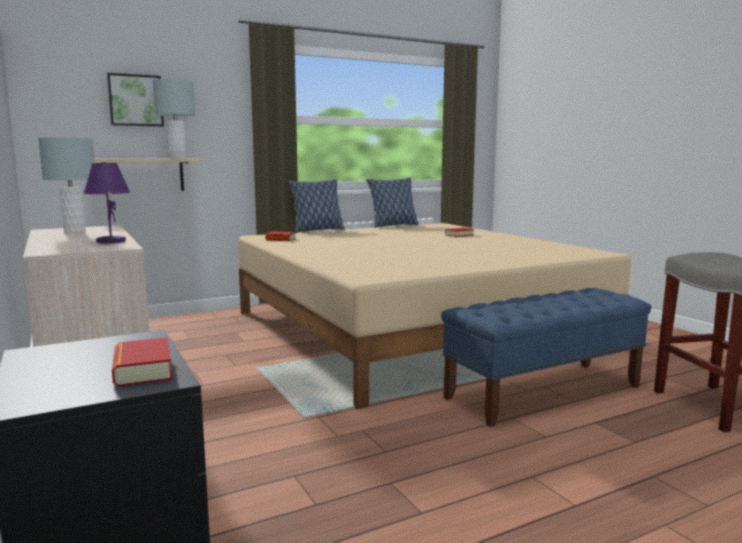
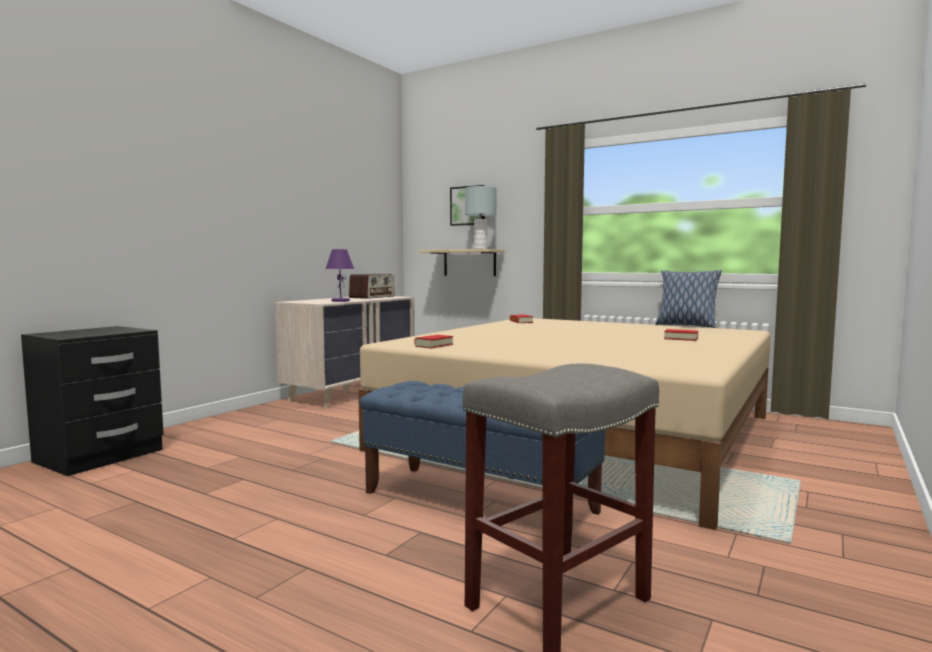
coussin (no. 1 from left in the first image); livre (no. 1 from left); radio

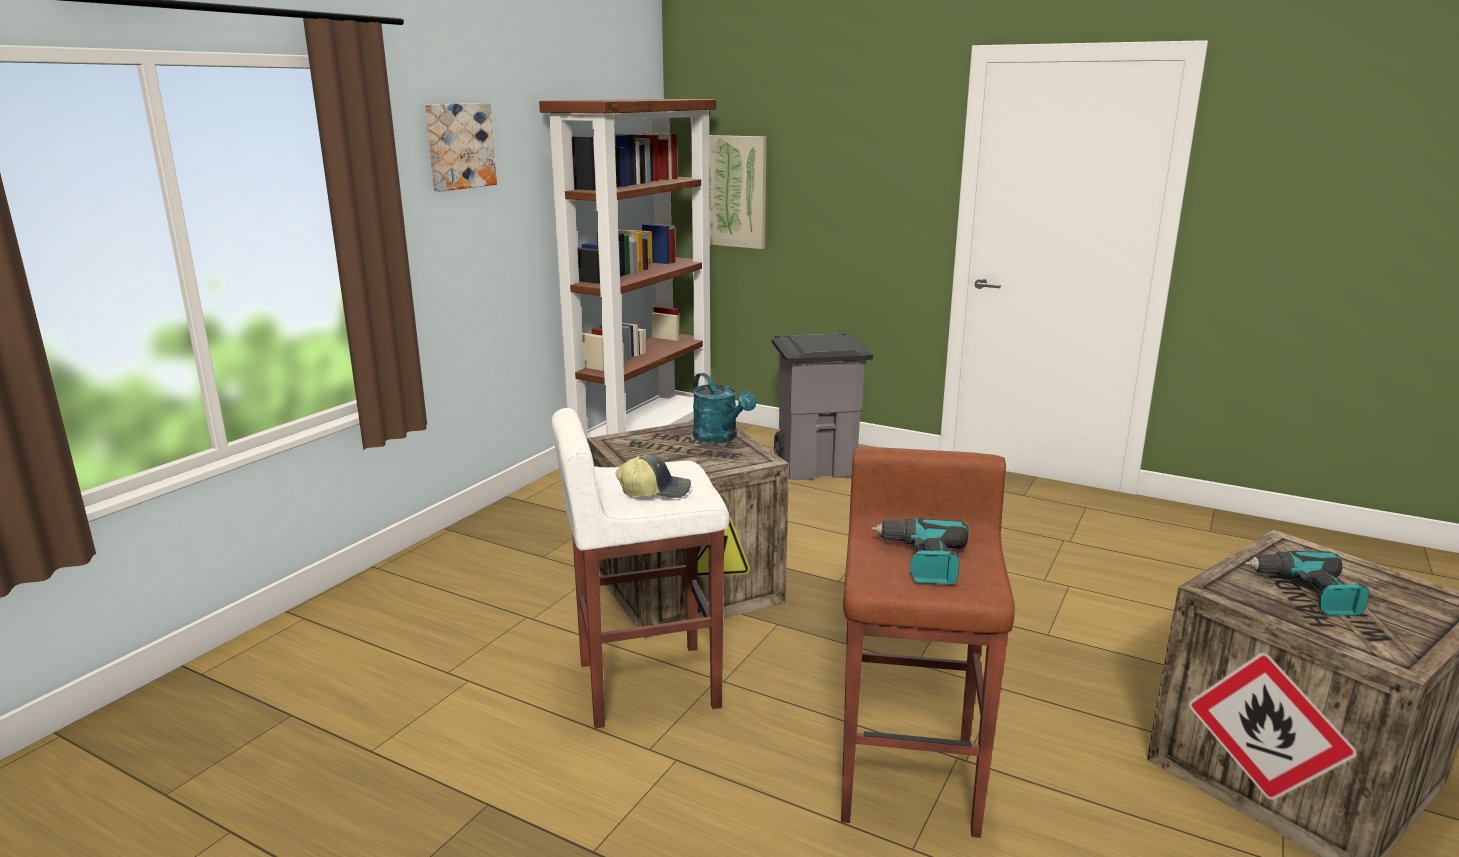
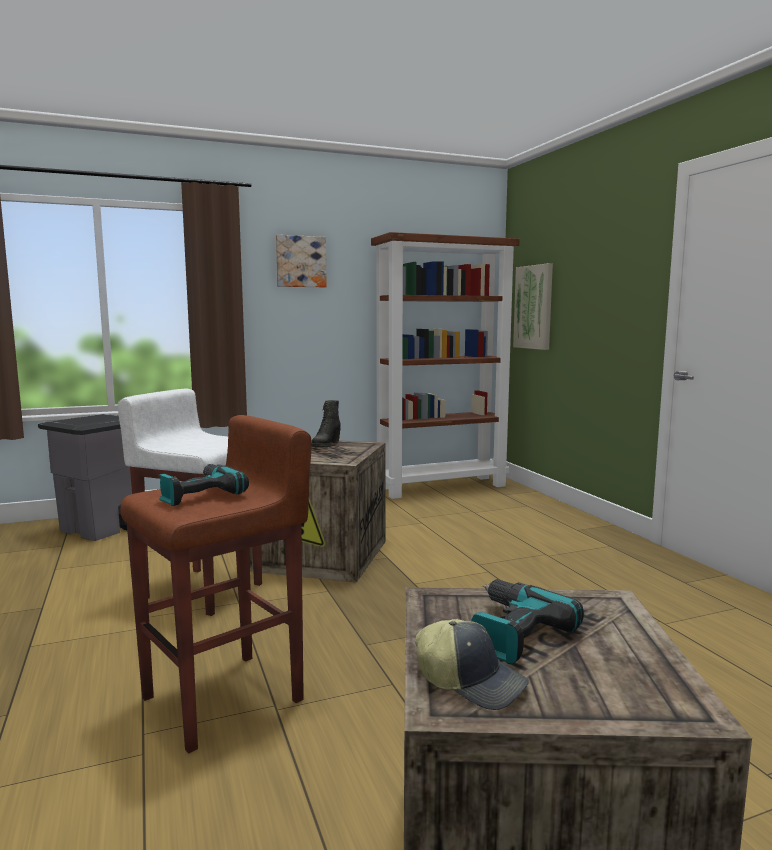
arrosoir (turquoise); botte (noir); casquette; poubelle (gris)

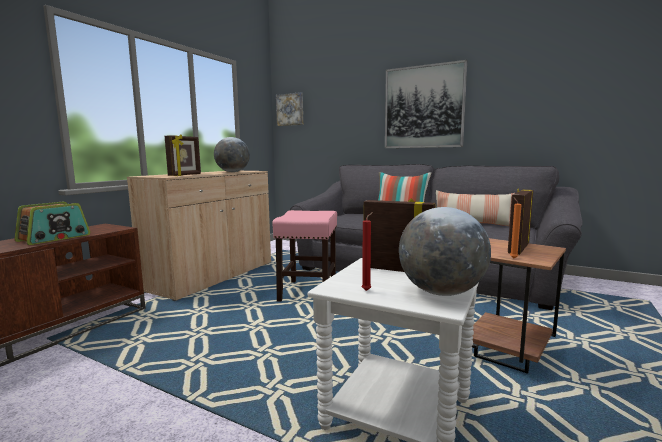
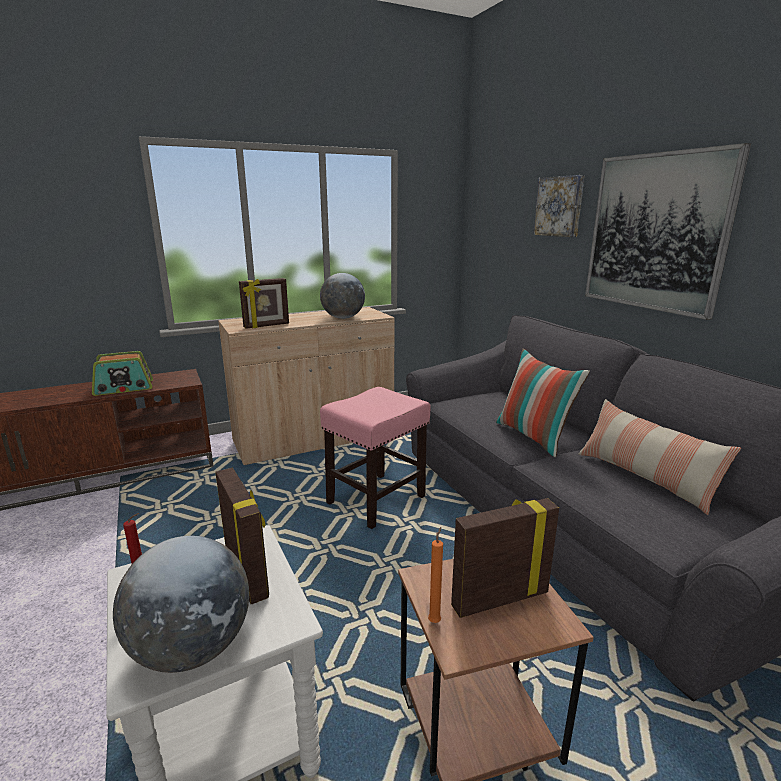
tableau (no. 1 from left)

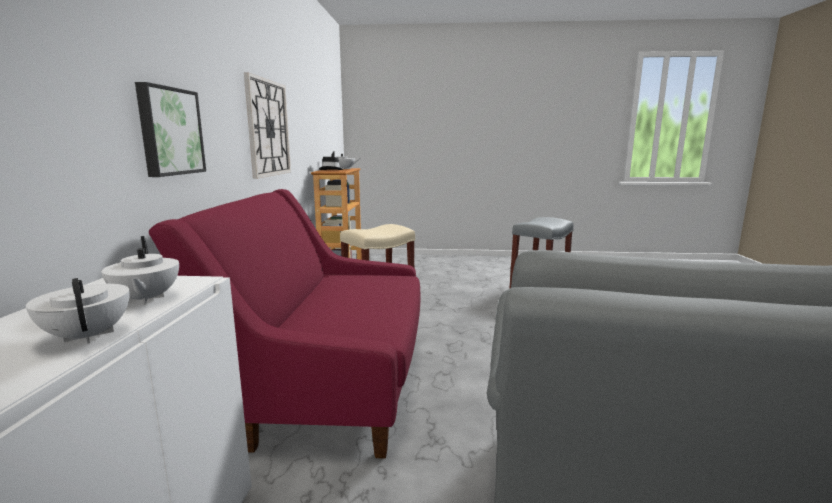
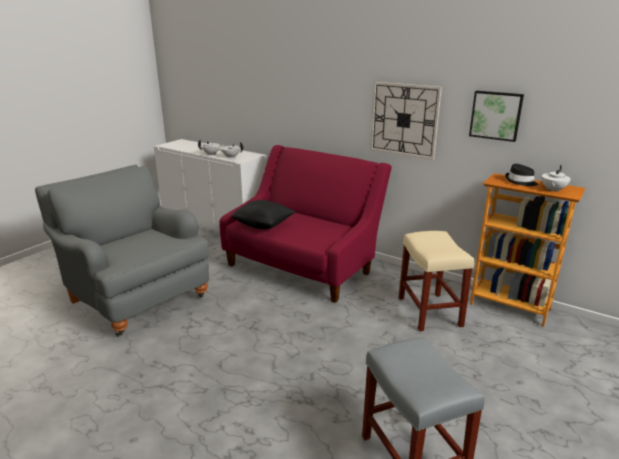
coussin (noir); tableau

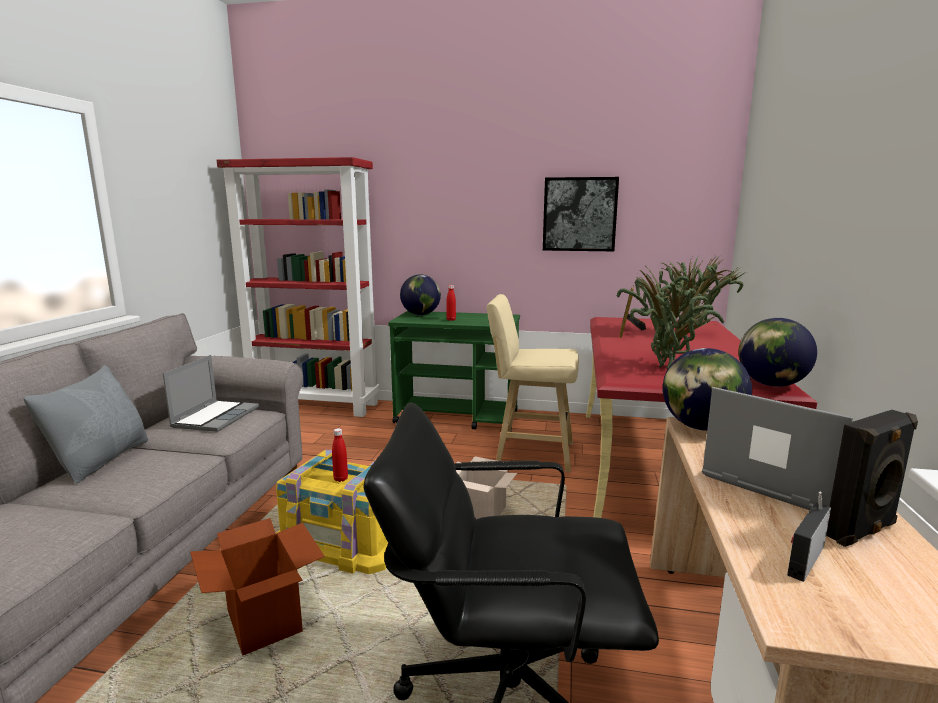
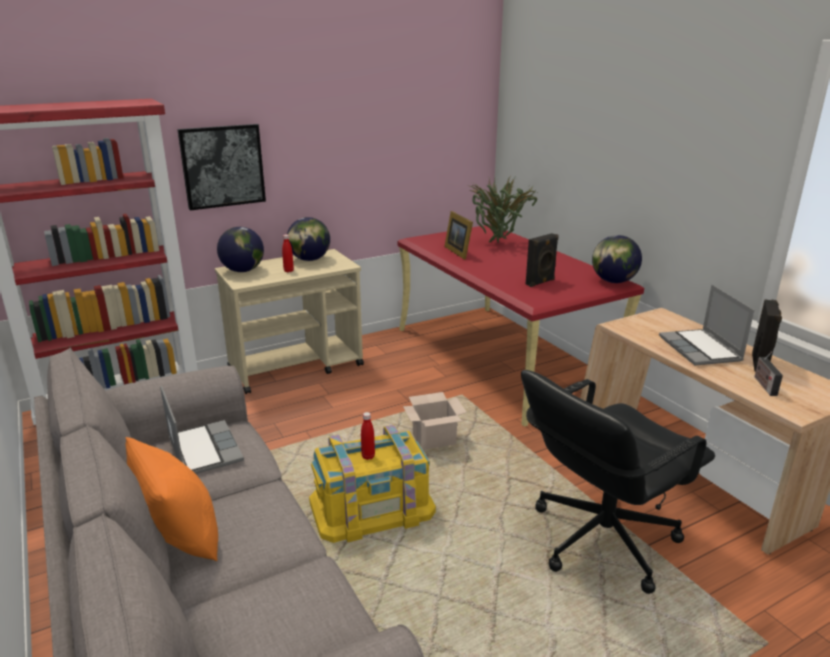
carton (no. 1 from left in the first image); tabouret (beige); tableau; globe (no. 2 from left); enceinte (noir) (no. 1 from left); coussin (orange); chariot (beige); ordinateur portable (no. 2 from left)

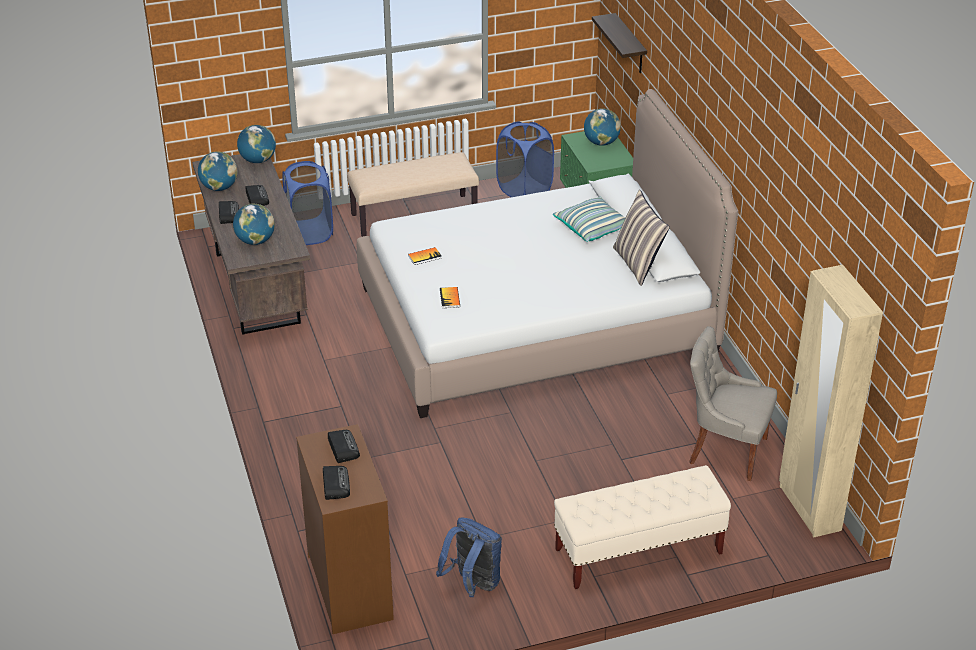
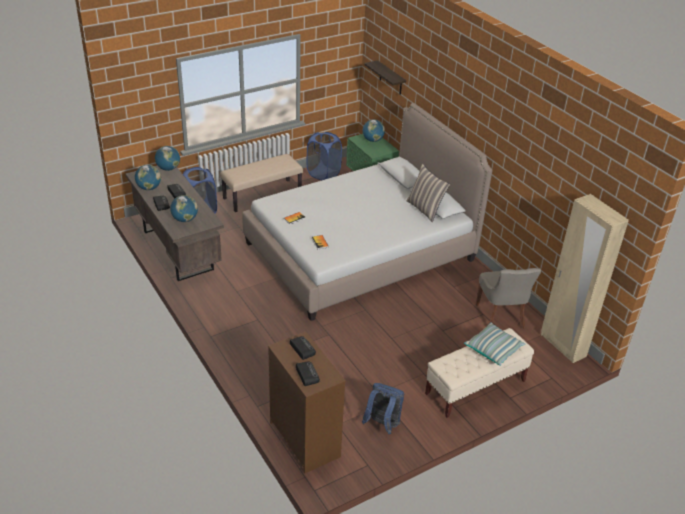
coussin (no. 2 from left); chaise (gris)

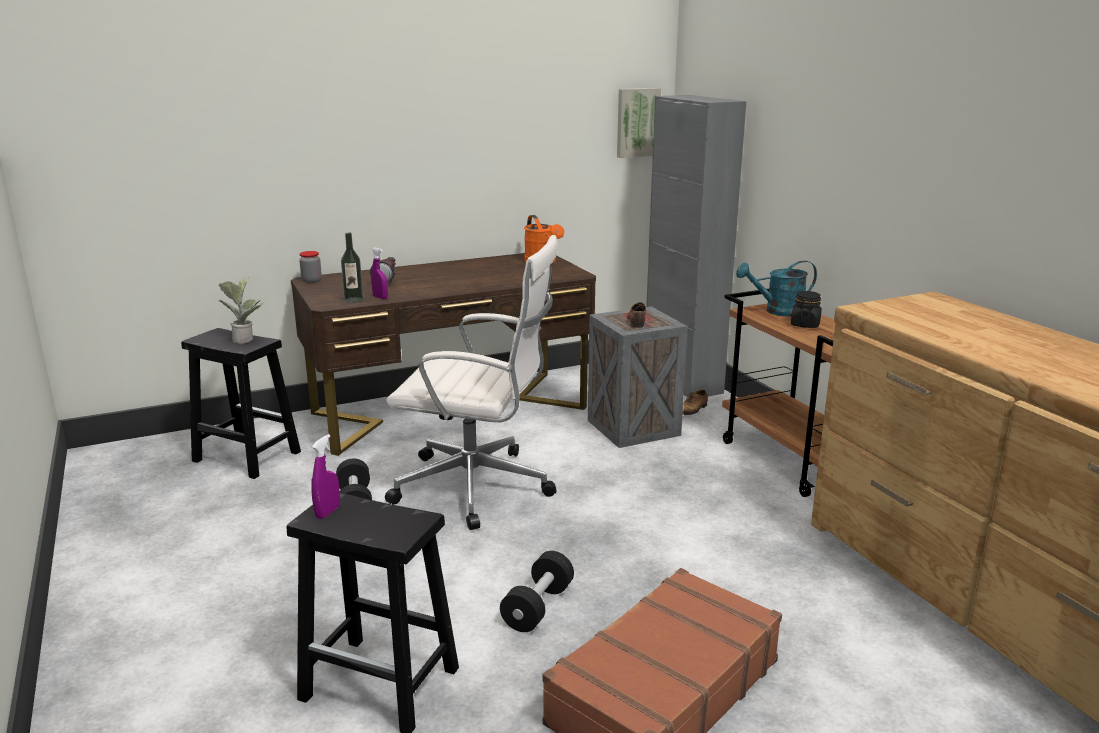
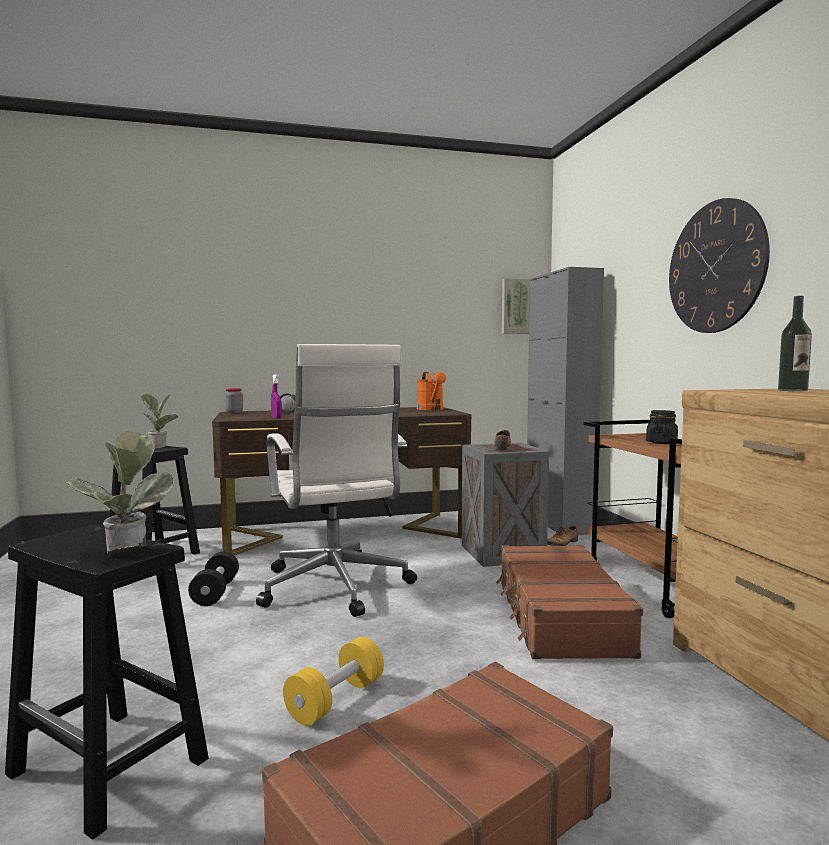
vaporisateur (violet) (no. 1 from left in the first image); arrosoir (turquoise); plante en pot (no. 1 from left); valise (marron) (no. 2 from left); horloge murale; bouteille; haltère (jaune); chaise de bureau (blanc)

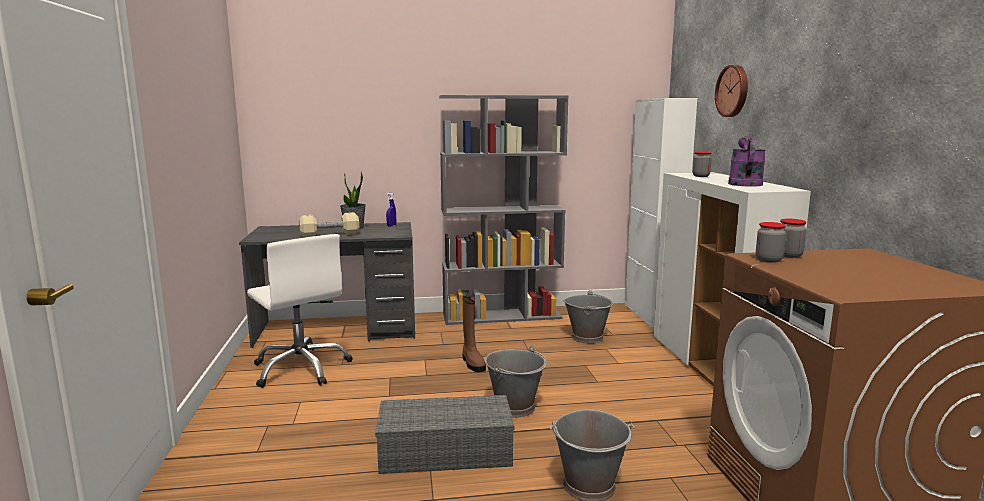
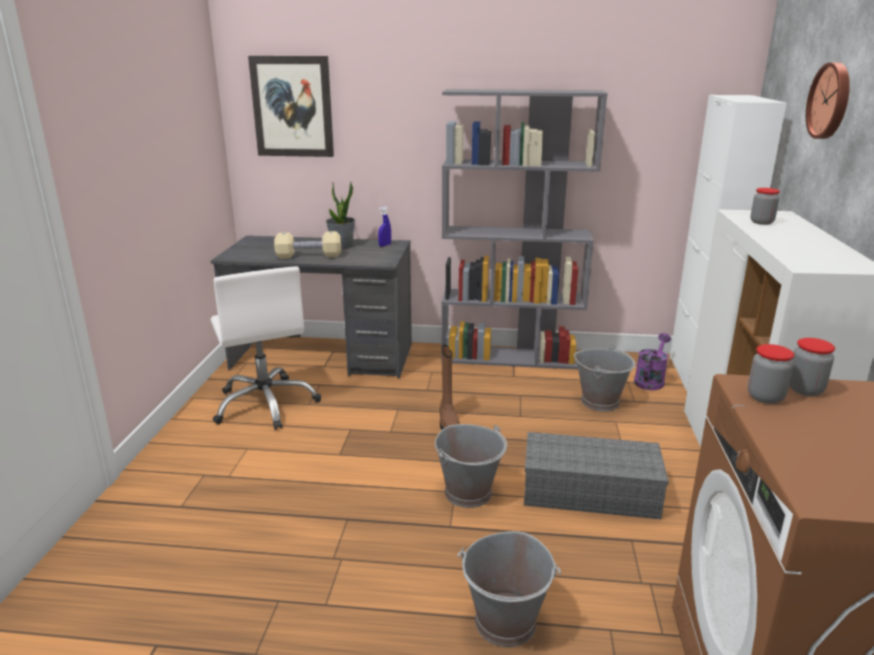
tableau; boîte de rangement (gris); arrosoir (violet)

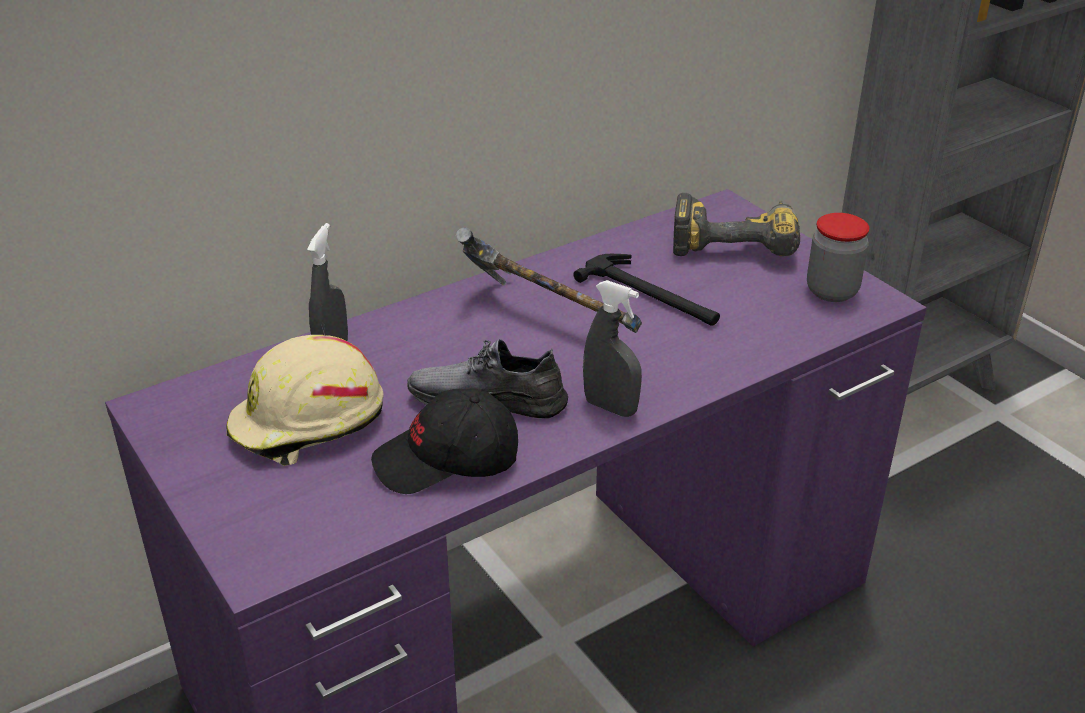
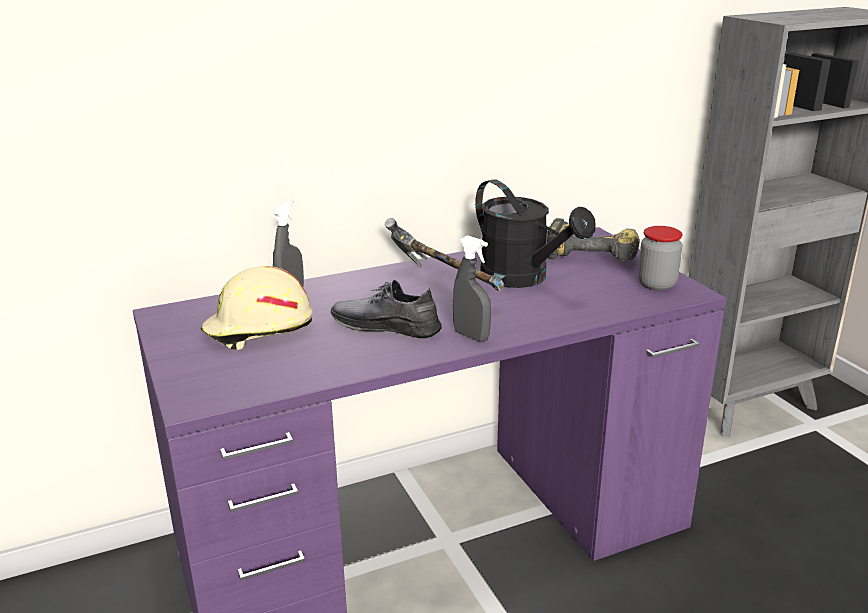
casquette (noir); arrosoir (noir)

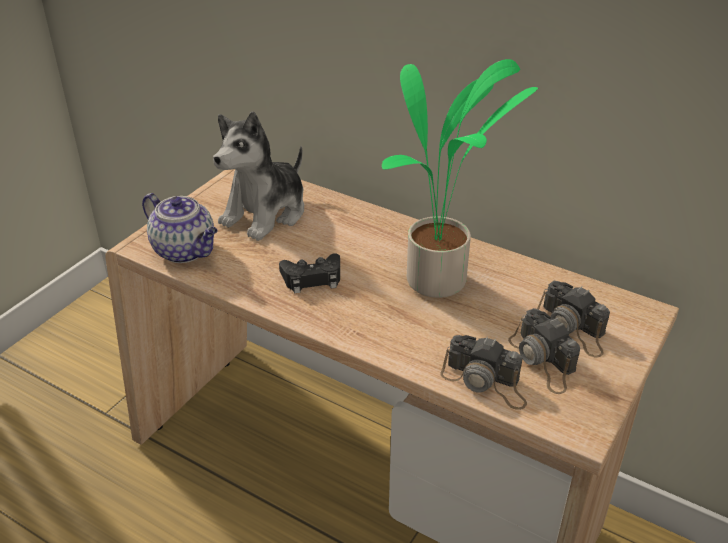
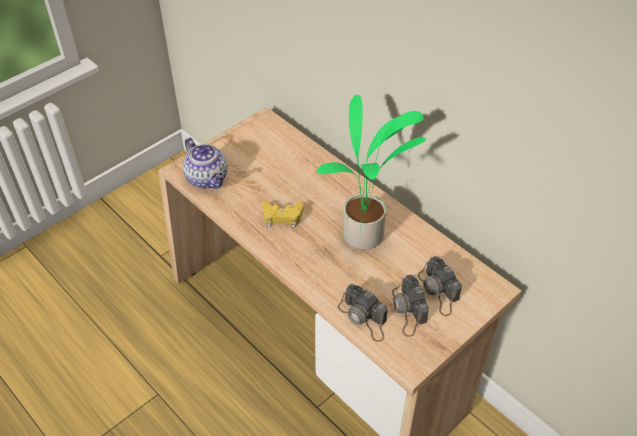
peluche; manette (jaune)

